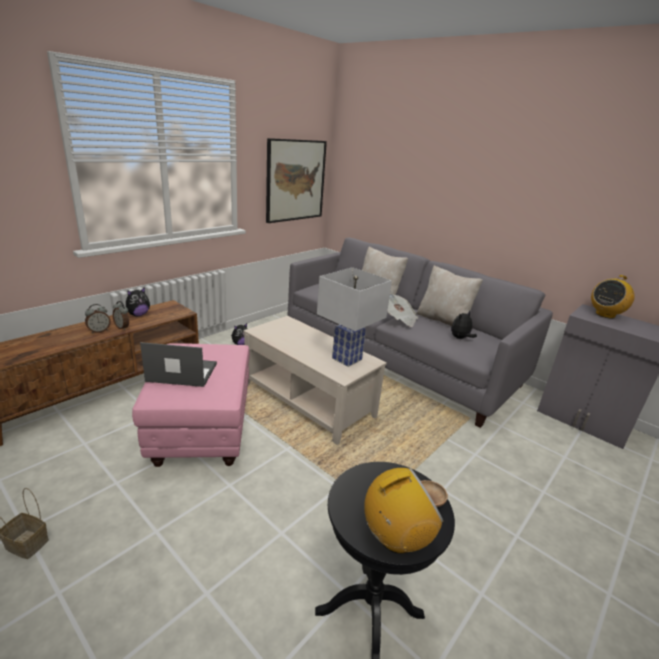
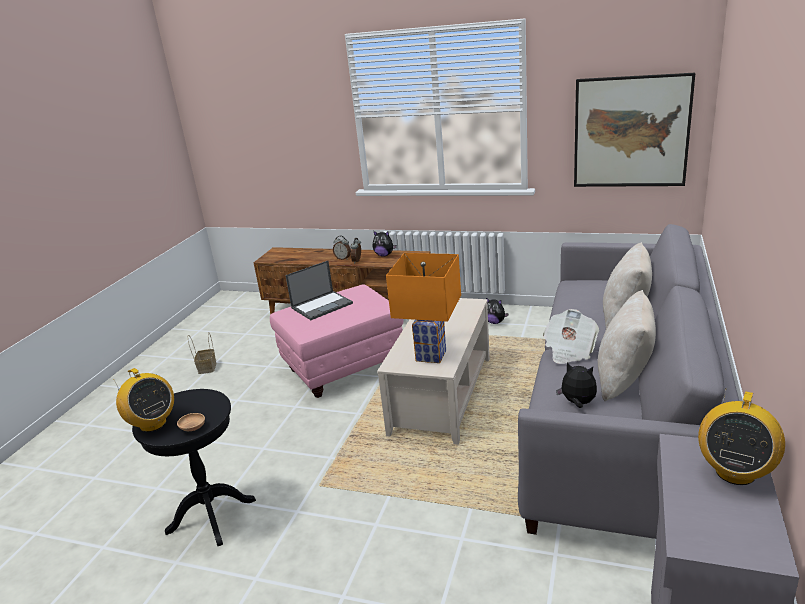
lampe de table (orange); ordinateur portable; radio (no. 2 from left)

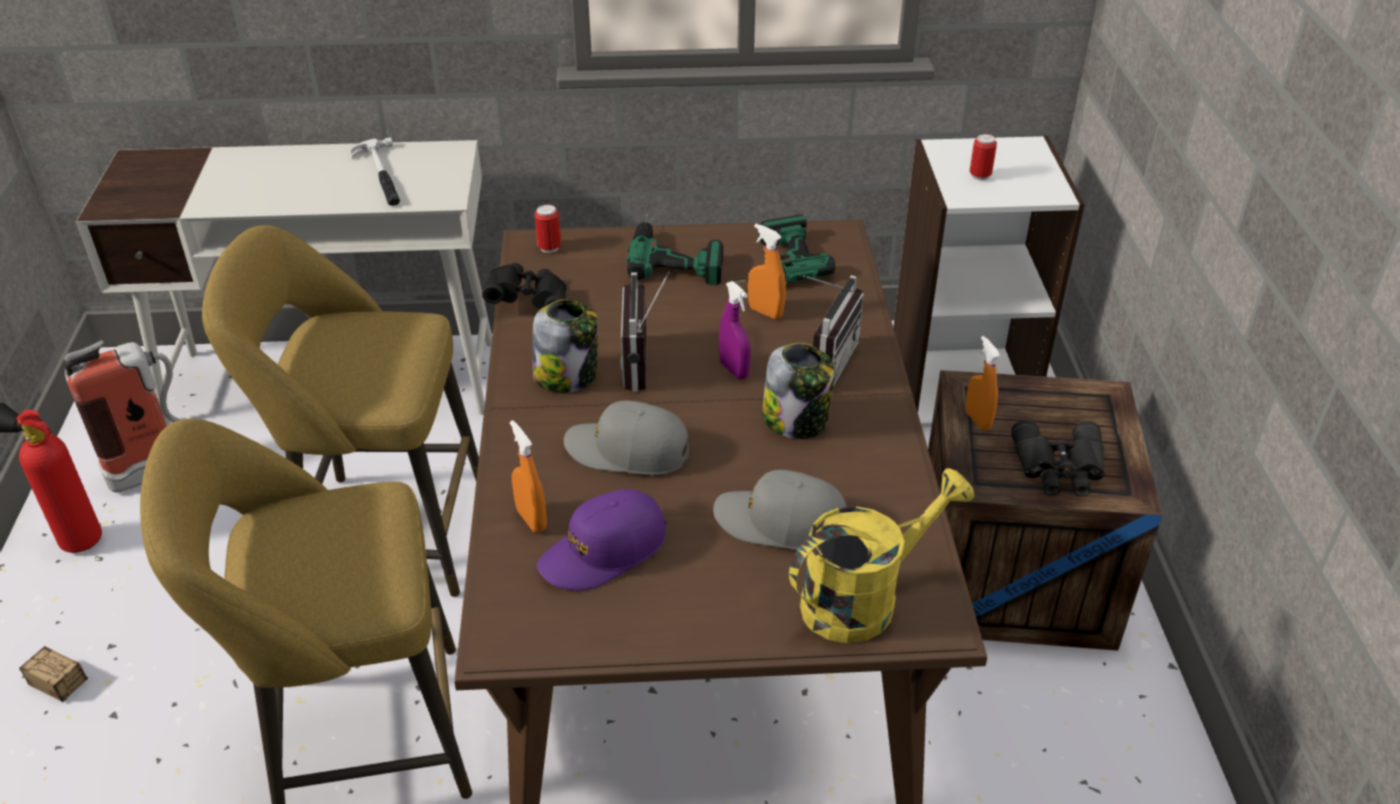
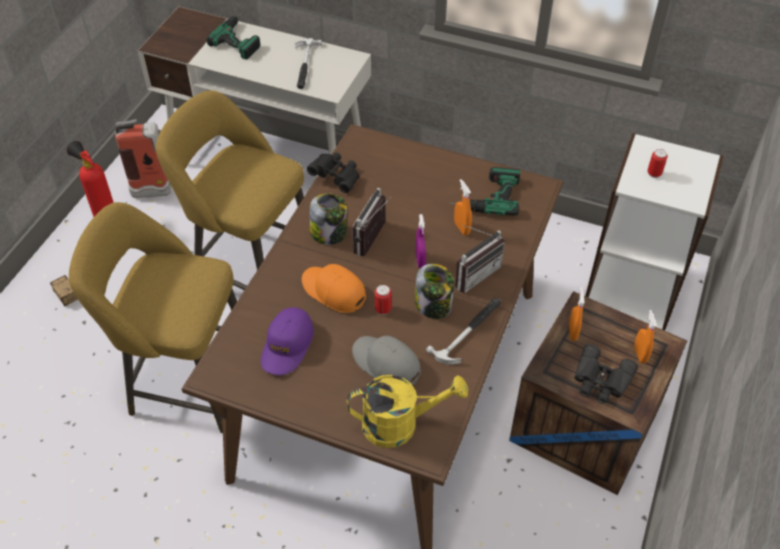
marteau (no. 2 from left); vaporisateur (orange) (no. 3 from left); boîte métallique (no. 1 from left); perceuse (no. 1 from left); casquette (orange); casquette (violet)

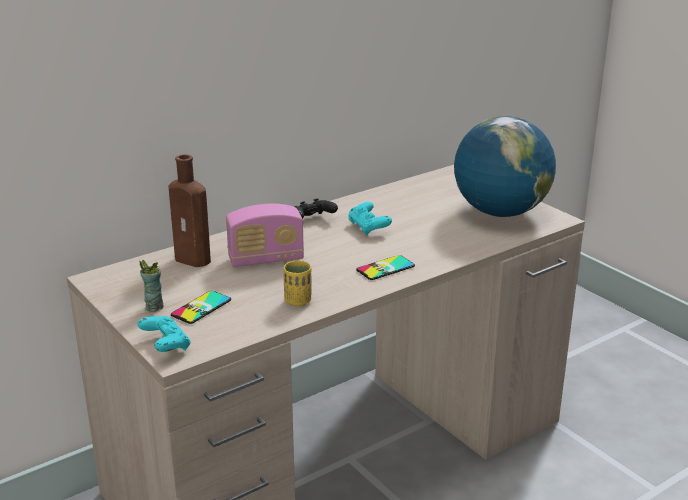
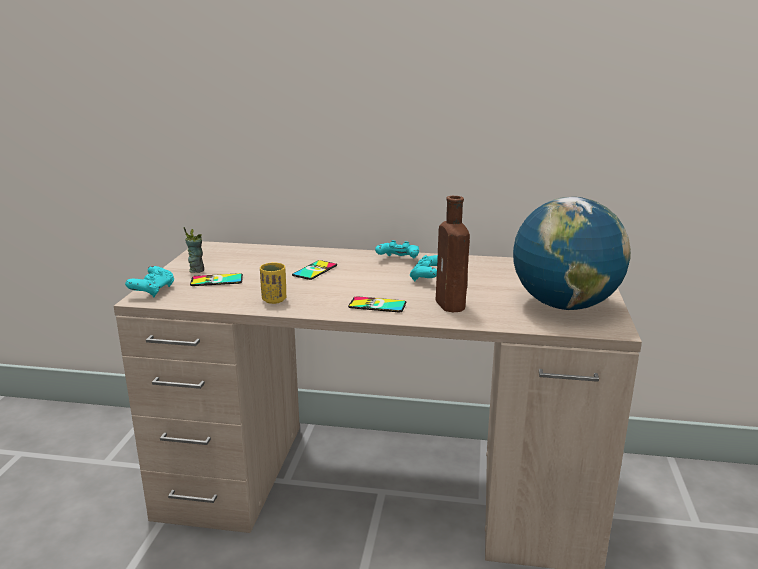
bouteille (marron); téléphone (no. 2 from left); manette (turquoise) (no. 2 from left)

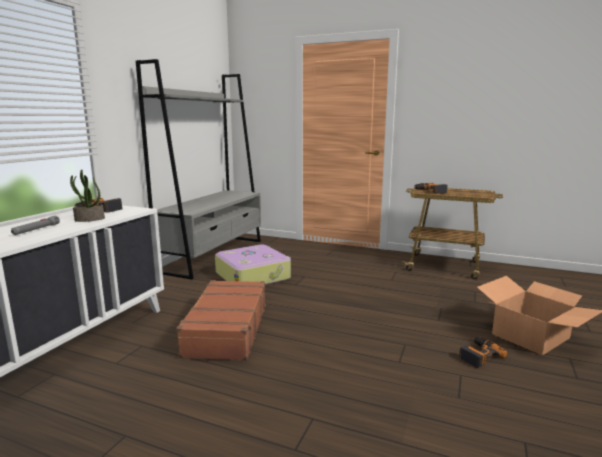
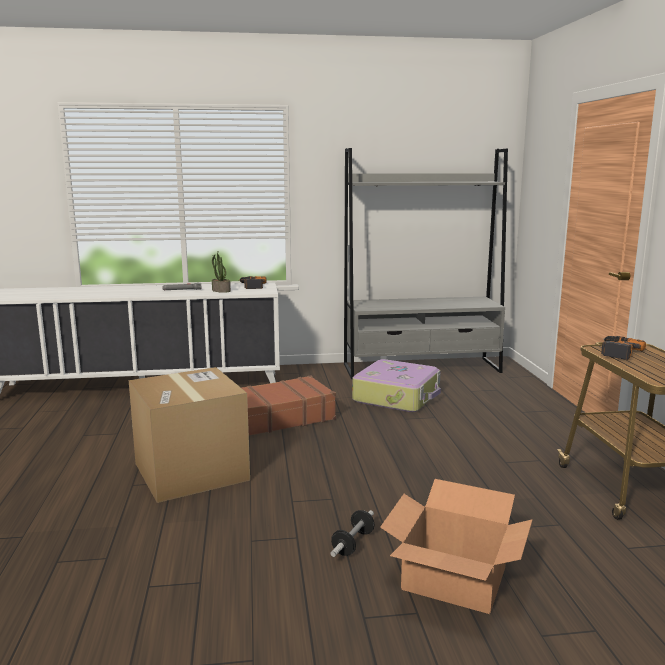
carton (no. 1 from left); haltère

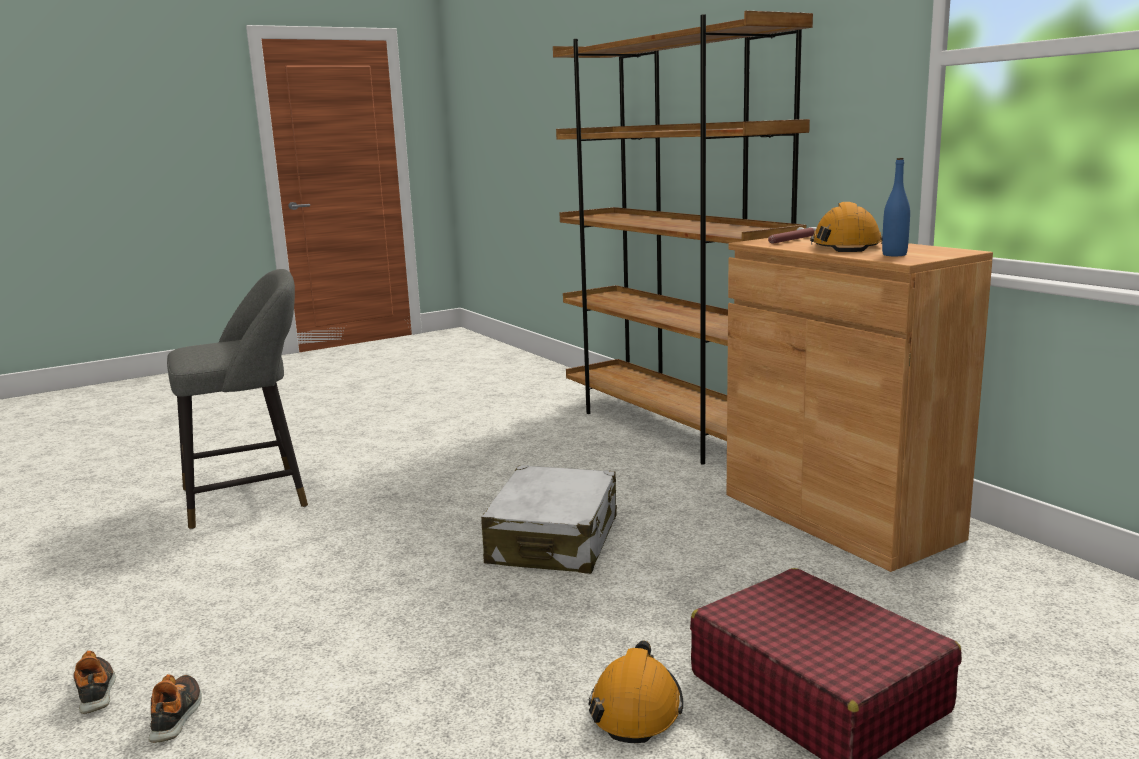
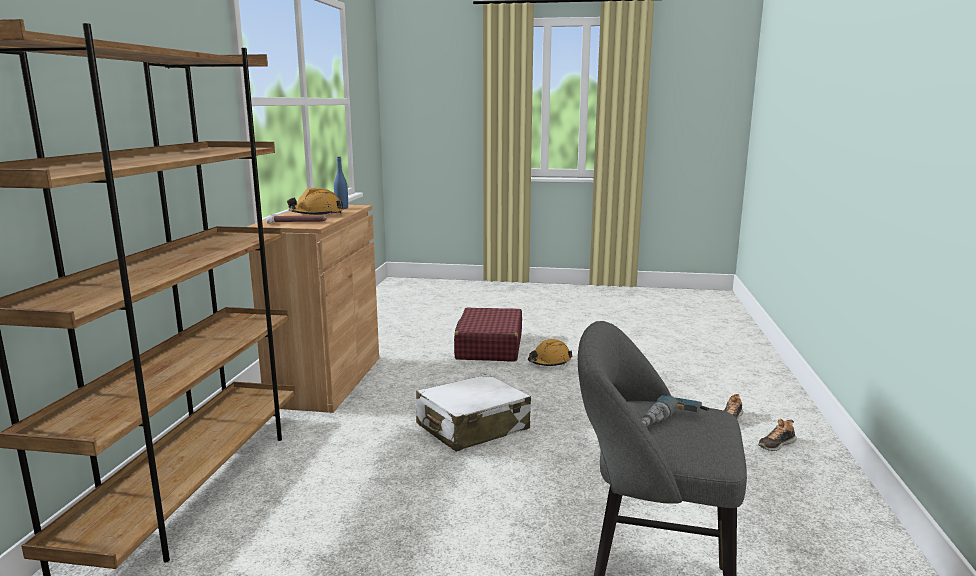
perceuse; chaussure (no. 2 from left)

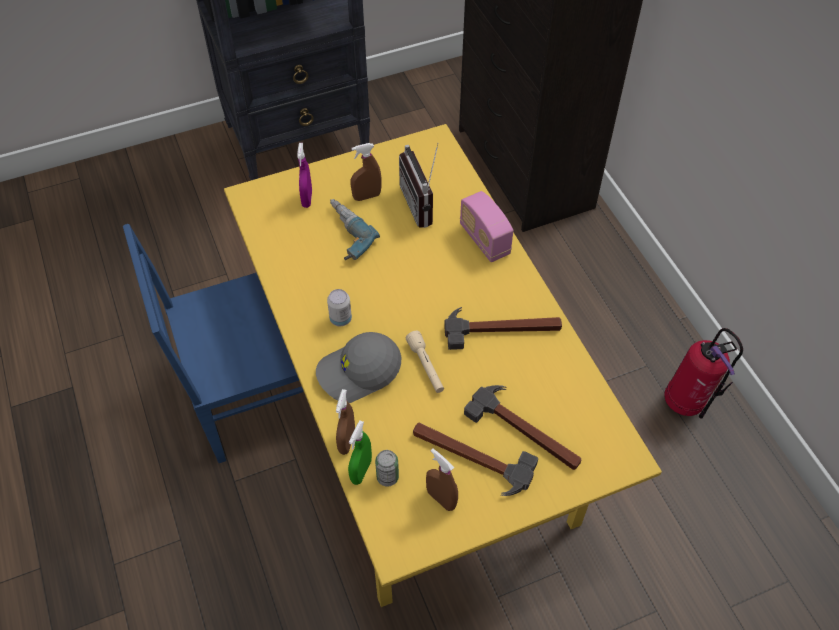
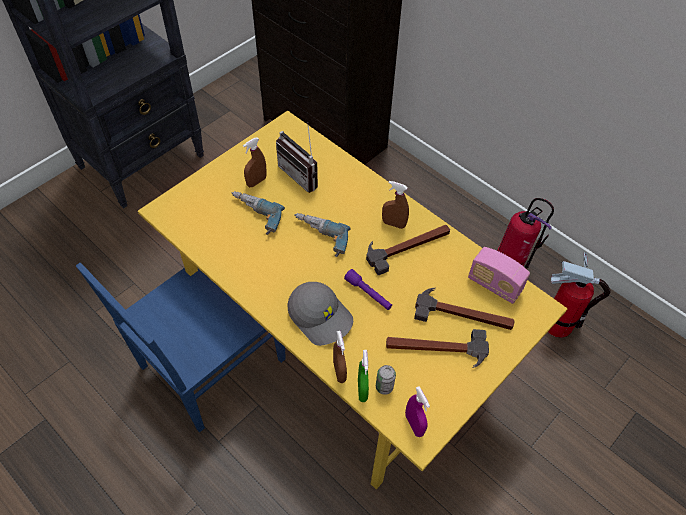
boîte métallique (no. 1 from left in the first image); perceuse (no. 2 from left); extincteur (no. 2 from left); vaporisateur (violet); vaporisateur (marron) (no. 3 from left); radio (no. 2 from left); lampe de poche (violet); casquette (gris)

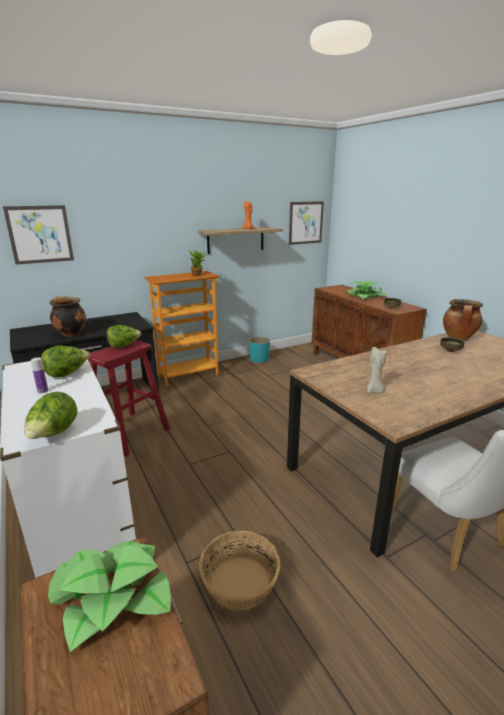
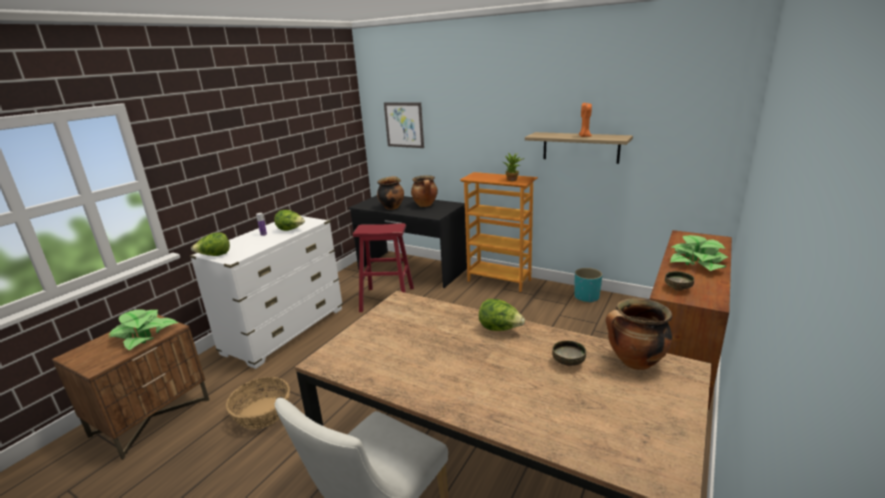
tableau (no. 2 from left in the first image); bougie (beige); marmite (no. 2 from left); laitue (no. 3 from left)

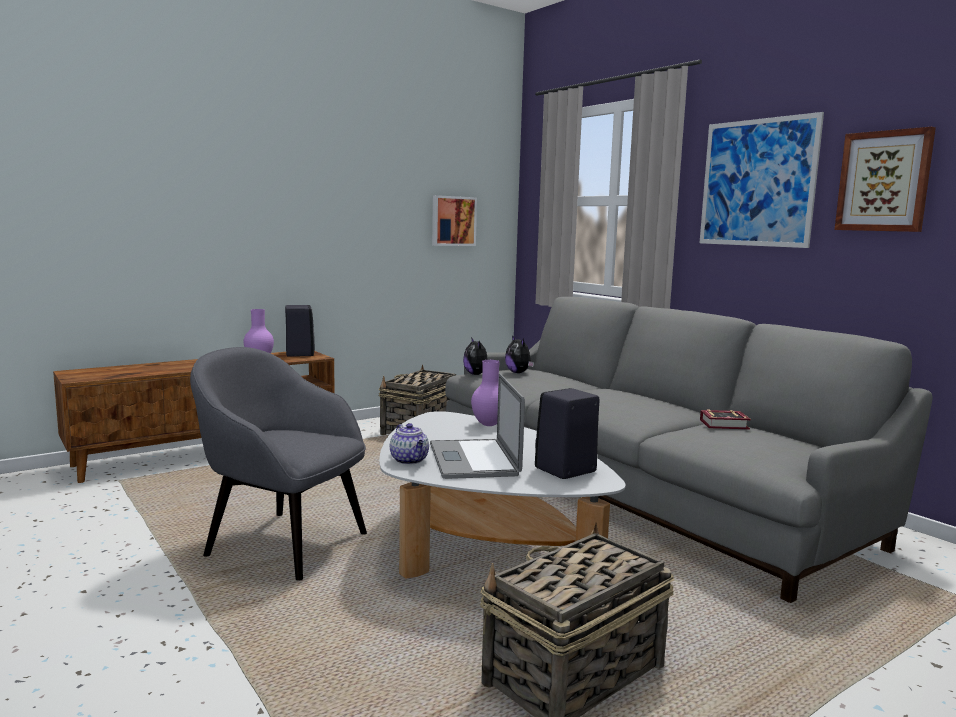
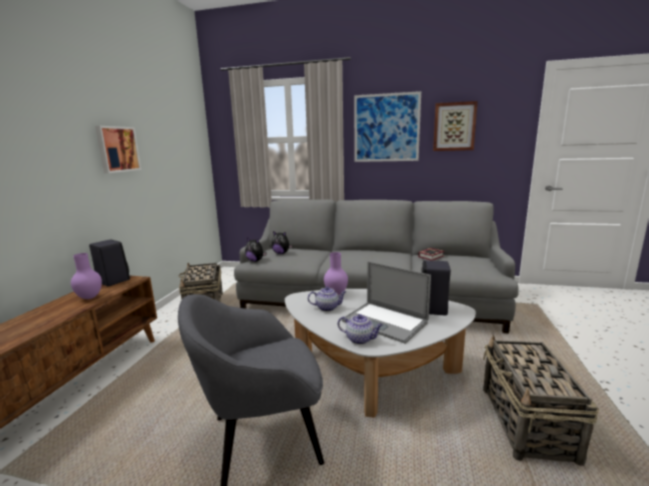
théière (no. 1 from left); tableau (no. 1 from left)

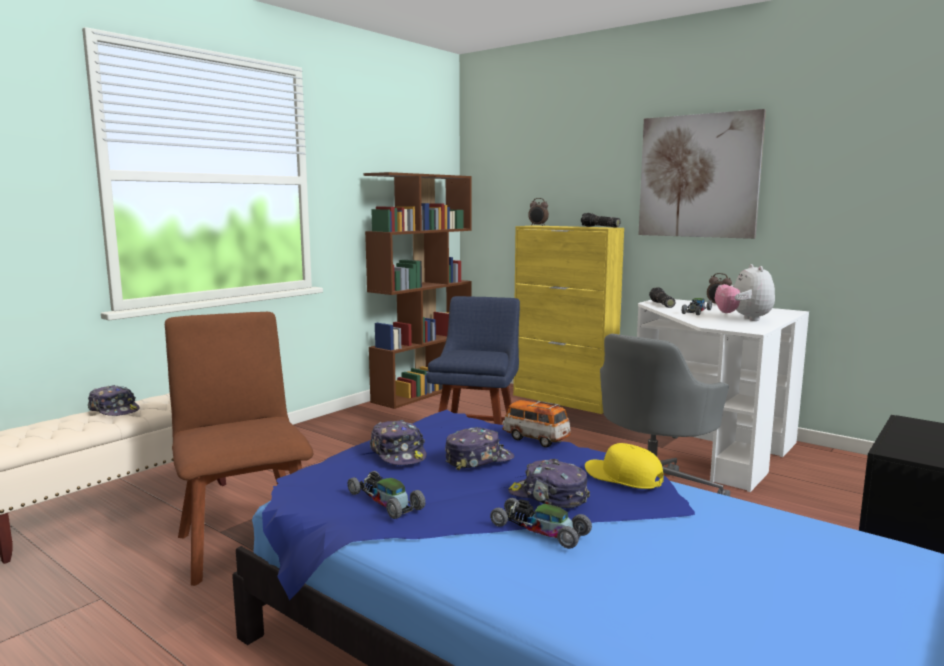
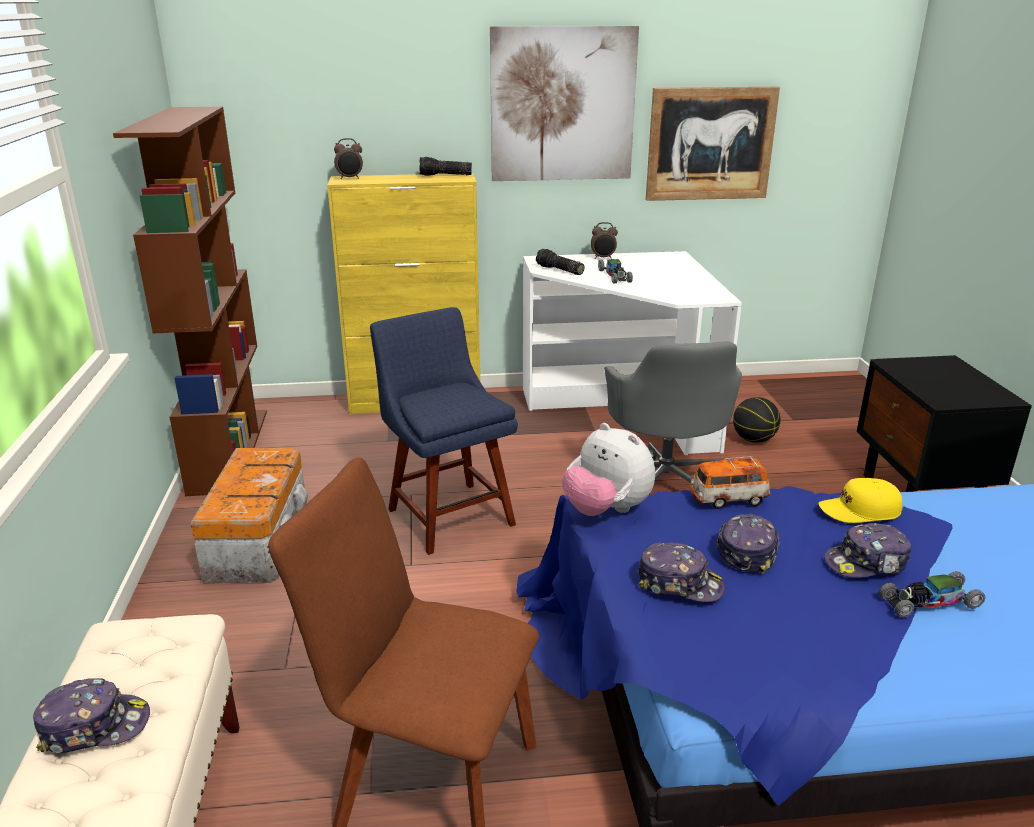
petite voiture (no. 1 from left in the first image); boîte de rangement; tableau (no. 2 from left); ballon de basket; peluche

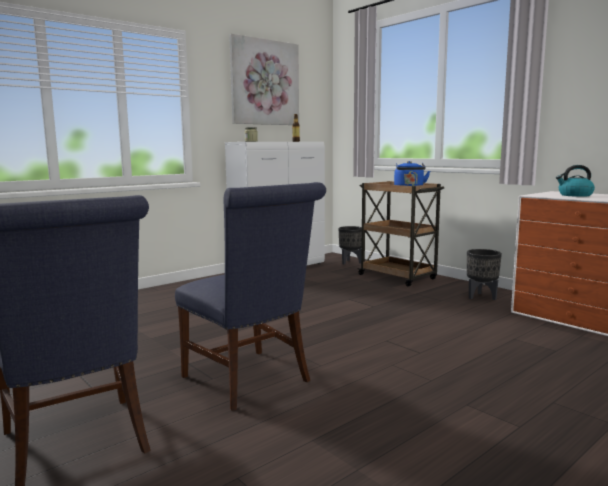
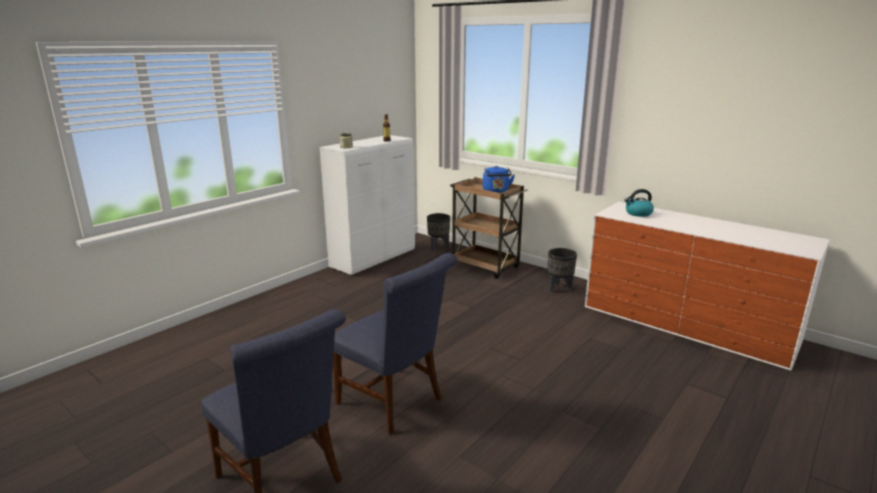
tableau

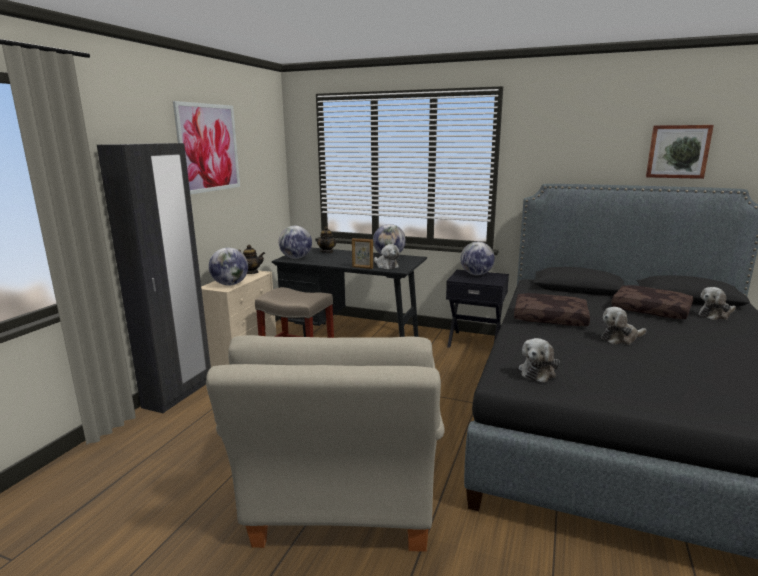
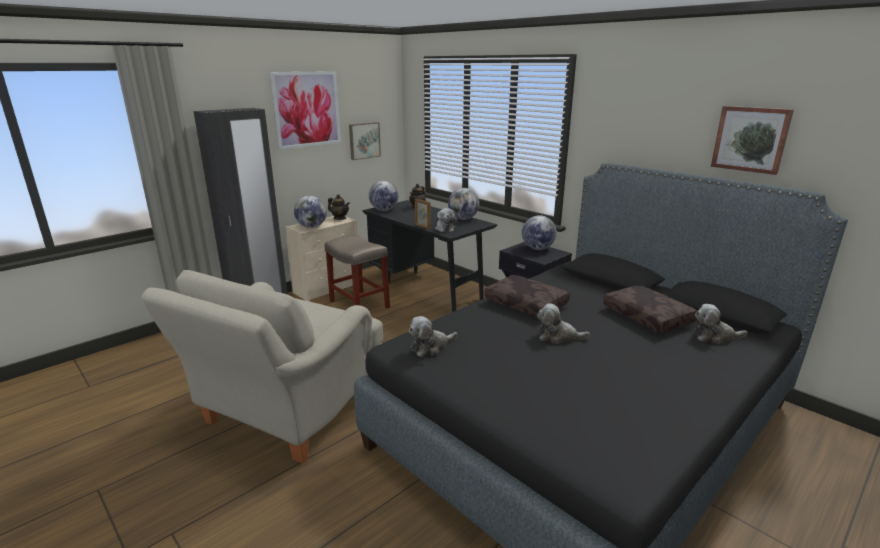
tableau (no. 2 from left)

